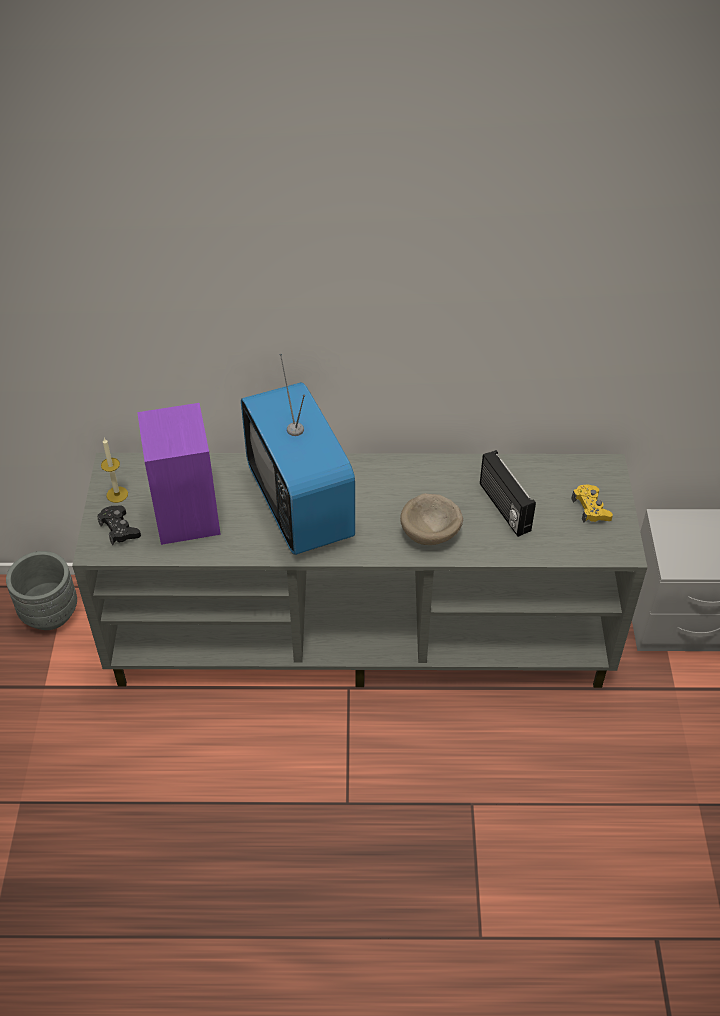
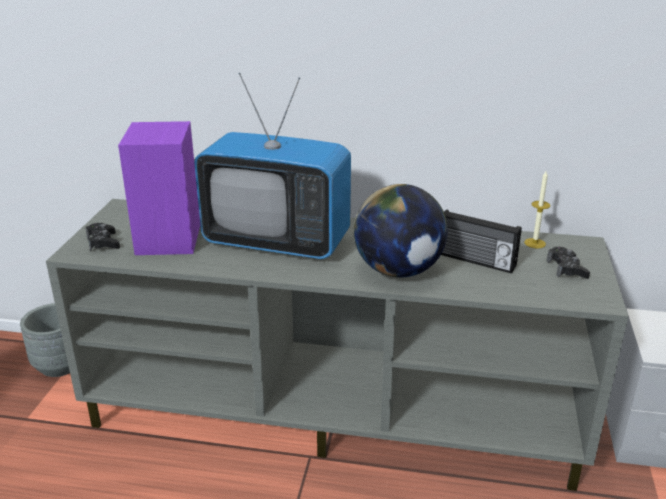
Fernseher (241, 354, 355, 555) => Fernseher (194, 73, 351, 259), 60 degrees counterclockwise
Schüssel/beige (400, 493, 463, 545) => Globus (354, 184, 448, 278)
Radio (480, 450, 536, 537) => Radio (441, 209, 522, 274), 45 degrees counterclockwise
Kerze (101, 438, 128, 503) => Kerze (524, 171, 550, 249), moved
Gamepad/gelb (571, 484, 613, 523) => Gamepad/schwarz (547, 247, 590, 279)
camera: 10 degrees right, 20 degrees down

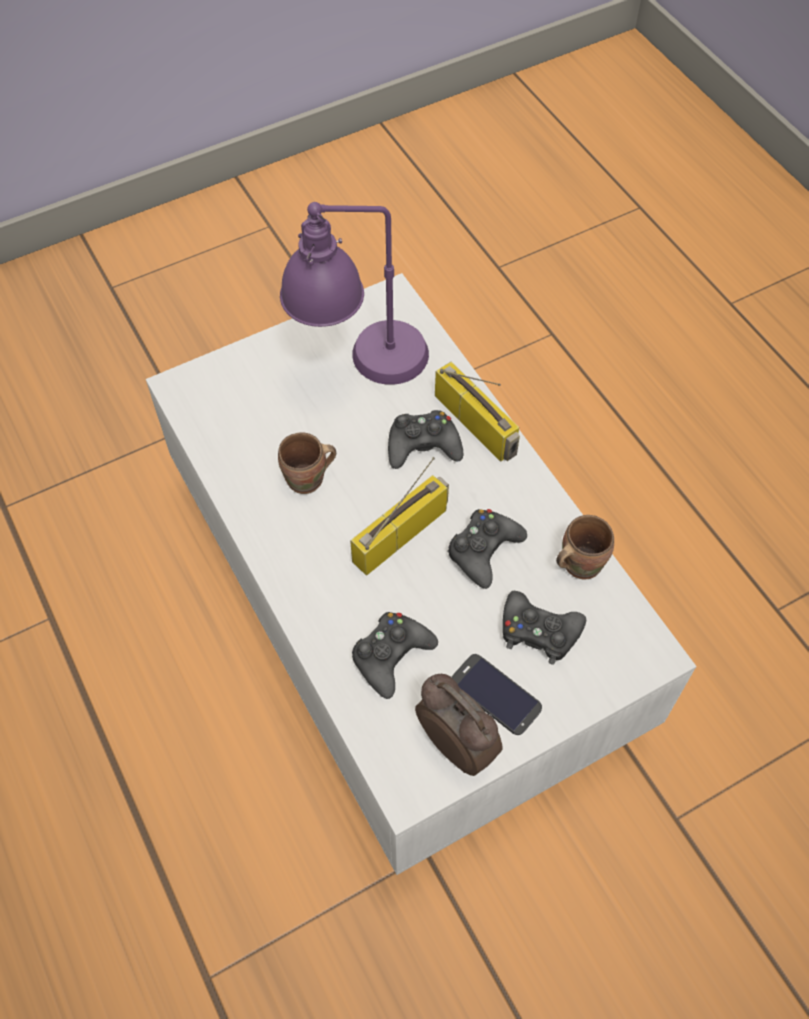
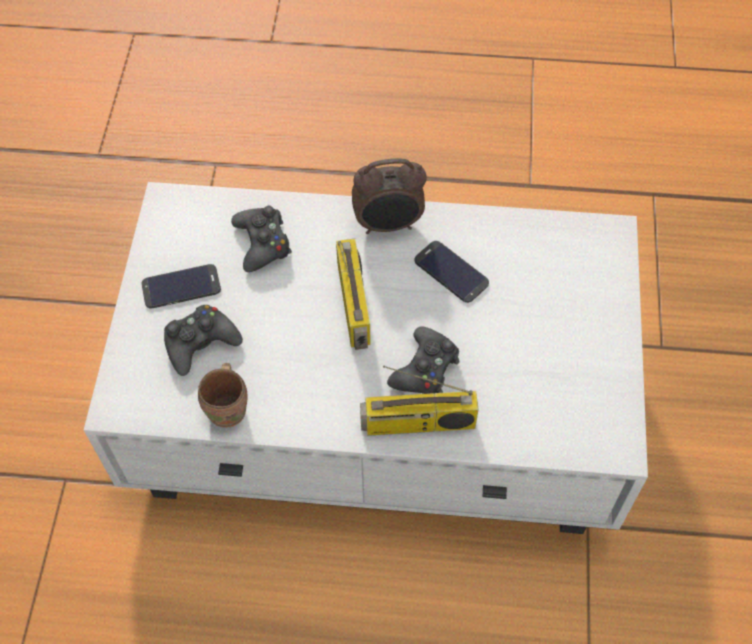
Wecker (415, 674, 503, 776) => Wecker (352, 158, 427, 234), moved
Henkelbecher/braun (278, 432, 336, 494) => Handy (415, 241, 489, 303)
Tischlampe/lila (280, 202, 429, 385) => nothing
Gamepad/schwarz (447, 509, 527, 589) => nothing
camera: 125 degrees right, 0 degrees up

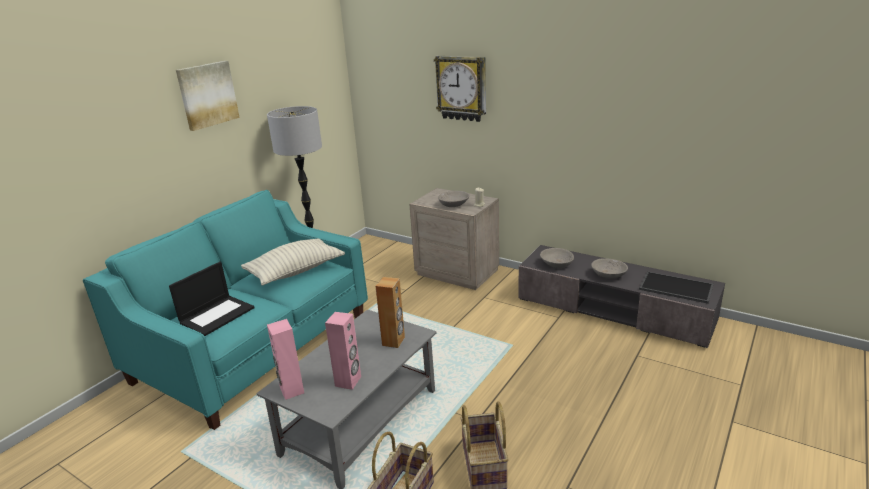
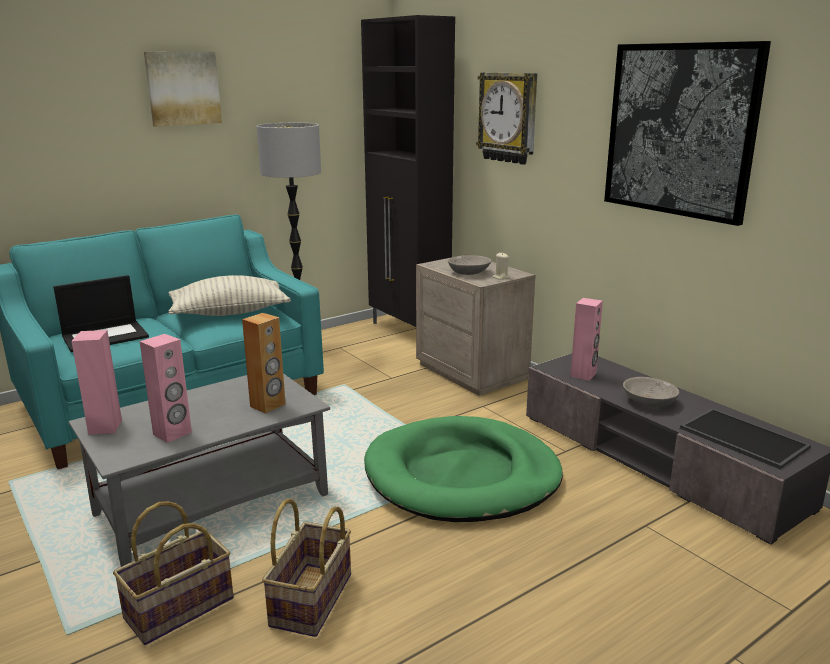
nothing => Schrank/schwarz (361, 15, 455, 327)
nothing => Hundebett/grün (364, 416, 563, 522)
Schüssel/grau (540, 248, 574, 268) => Lautsprecher/rosa (570, 298, 603, 381)
nothing => Bild (604, 41, 771, 226)
camera: 20 degrees right, 5 degrees down

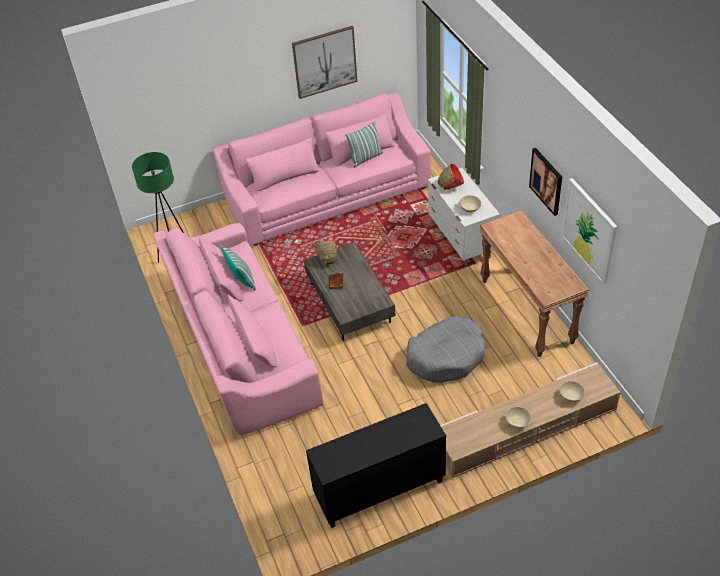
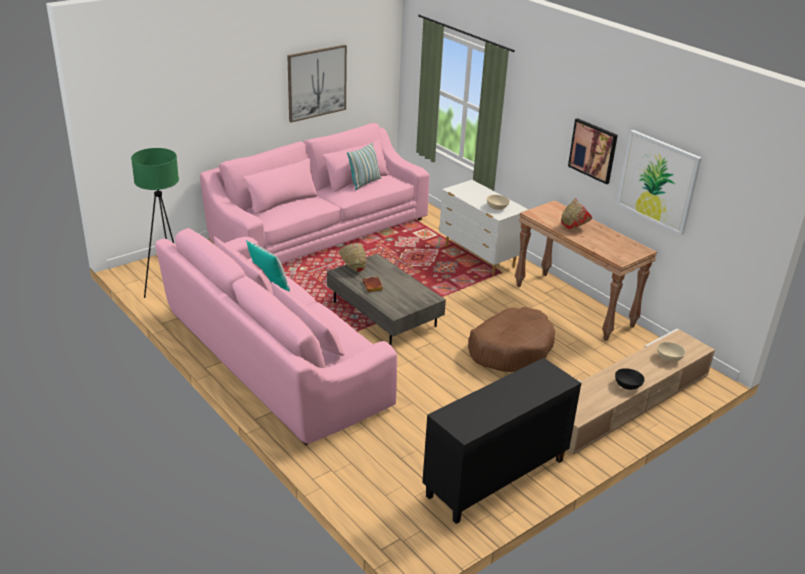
Hundebett/grau (406, 316, 485, 383) => Hundebett/braun (468, 307, 555, 372)
Schüssel/rot (438, 164, 464, 190) => Schüssel/rot (561, 198, 592, 229), moved
Schüssel/beige (505, 407, 531, 429) => Schüssel/schwarz (615, 368, 645, 390)
camera: 20 degrees left, 15 degrees down

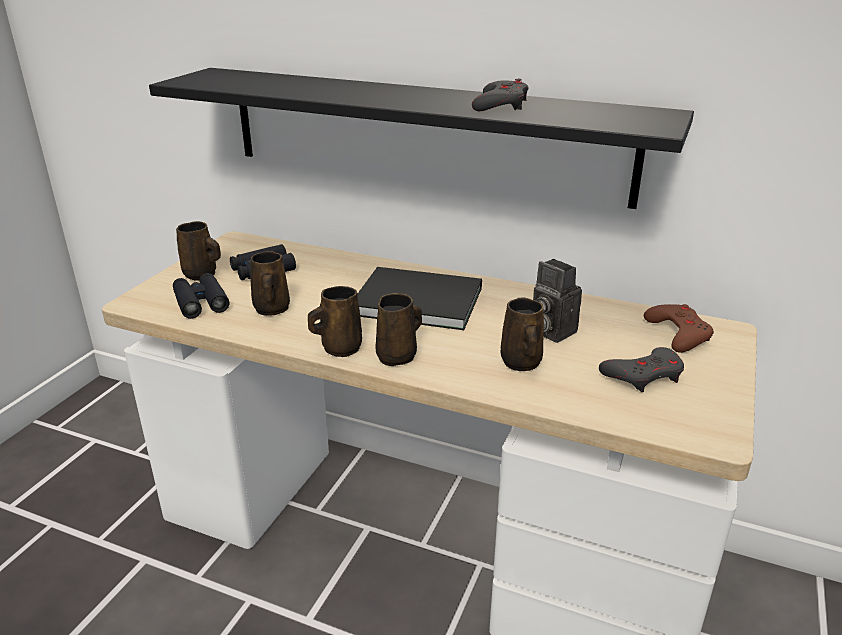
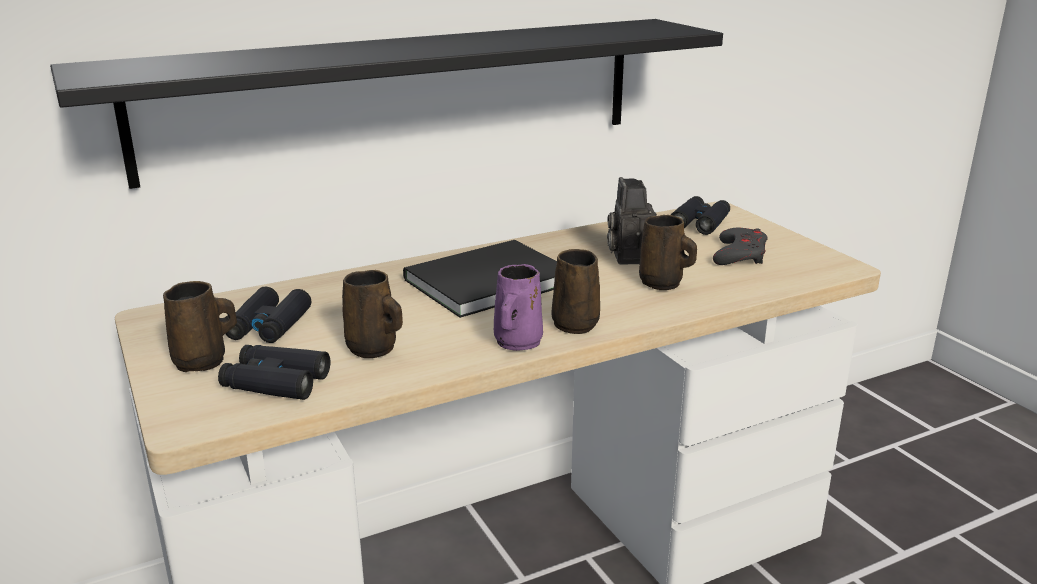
Henkelbecher/braun (308, 286, 362, 357) => Henkelbecher/lila (494, 264, 543, 351)
Kamera (533, 259, 582, 343) => Kamera (607, 177, 657, 264), 90 degrees clockwise
Gamepad/braun (644, 304, 714, 353) => Fernglas/schwarz (671, 196, 730, 235)
Gamepad/grau (472, 79, 528, 111) => nothing
camera: 50 degrees left, 5 degrees down

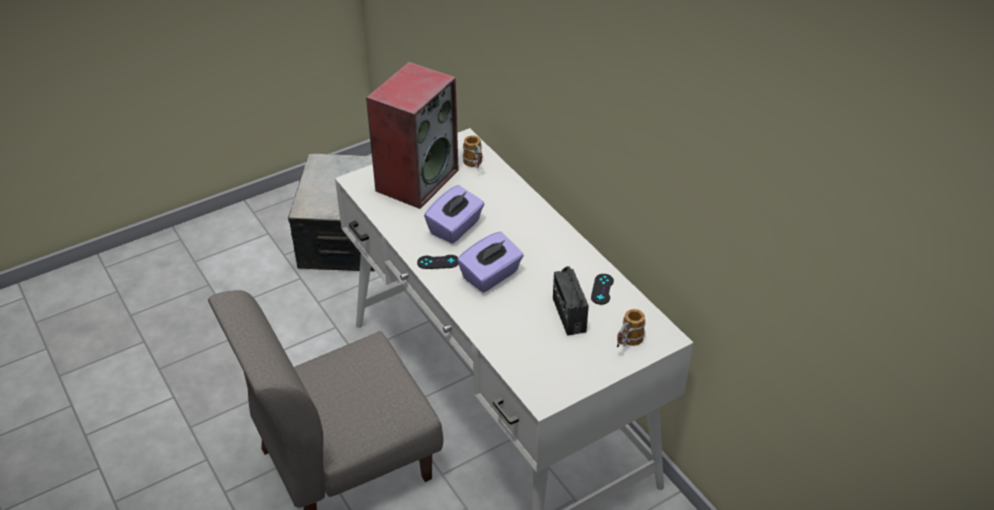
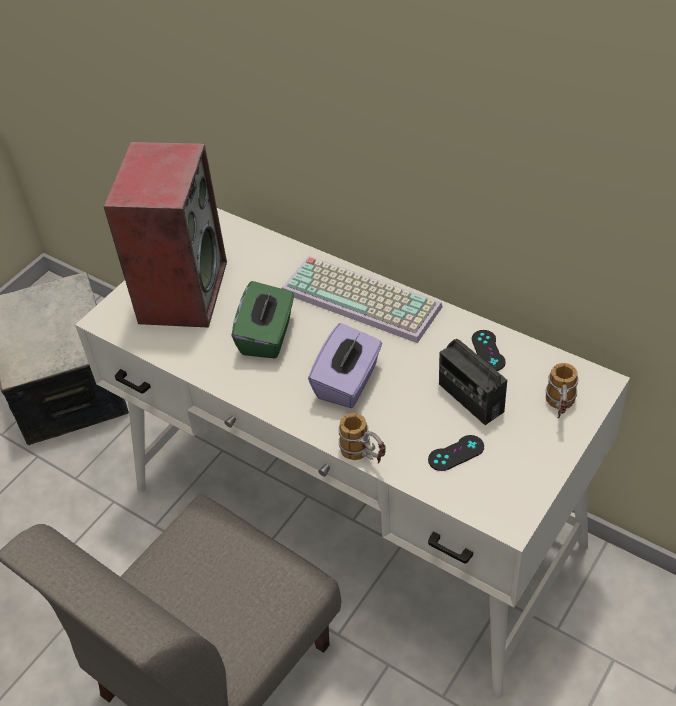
Taschentuchbox/lila (424, 185, 484, 244) => Taschentuchbox/grün (231, 281, 294, 358)
nothing => Tastatur (282, 256, 442, 343)
Henkelbecher (463, 135, 483, 168) => Henkelbecher (338, 413, 386, 464), moved
Gamepad/schwarz (417, 255, 459, 269) => Gamepad/schwarz (428, 435, 484, 471), moved
camera: 20 degrees left, 5 degrees up

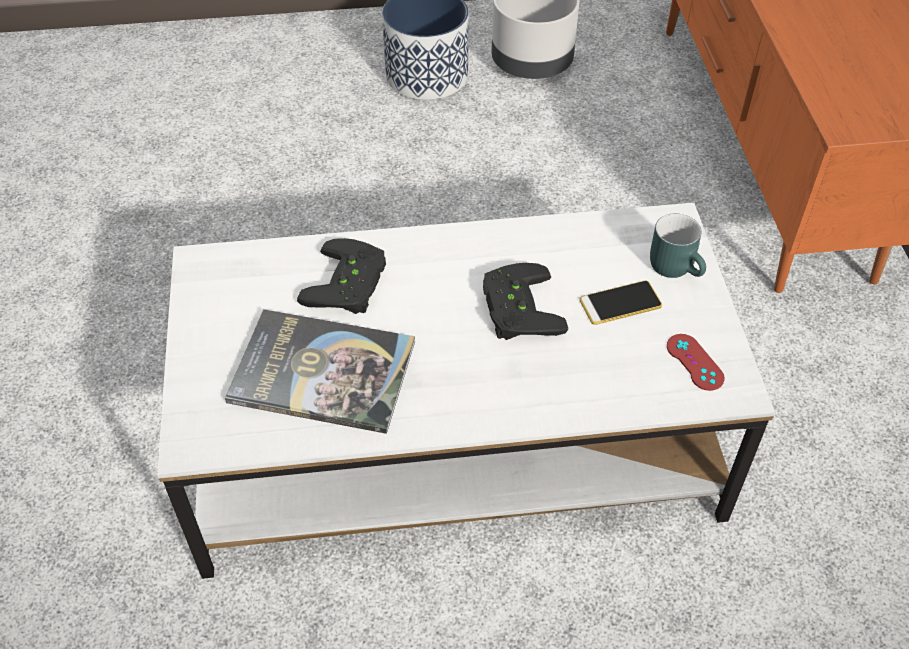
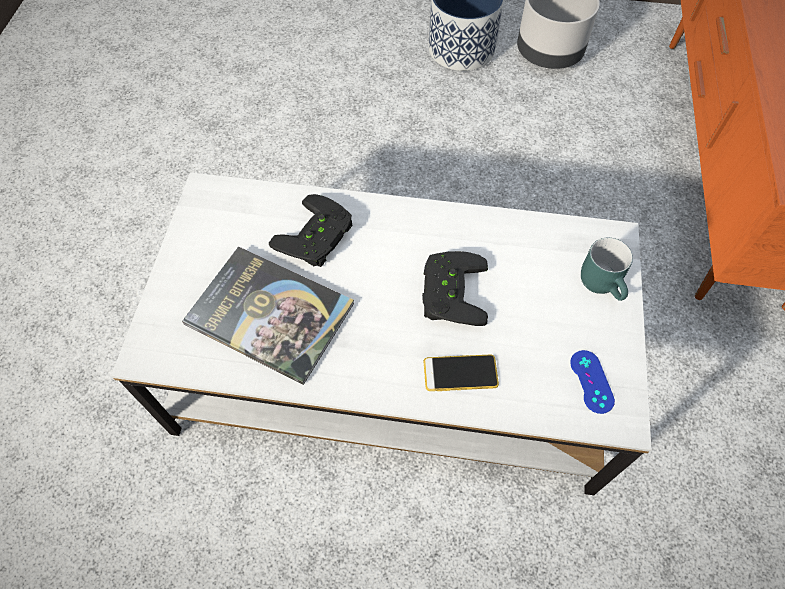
Handy (579, 281, 662, 325) => Handy (424, 354, 499, 391), moved
Gamepad/rot (667, 334, 725, 391) => Gamepad/blau (570, 350, 615, 414)
camera: 15 degrees right, 10 degrees up

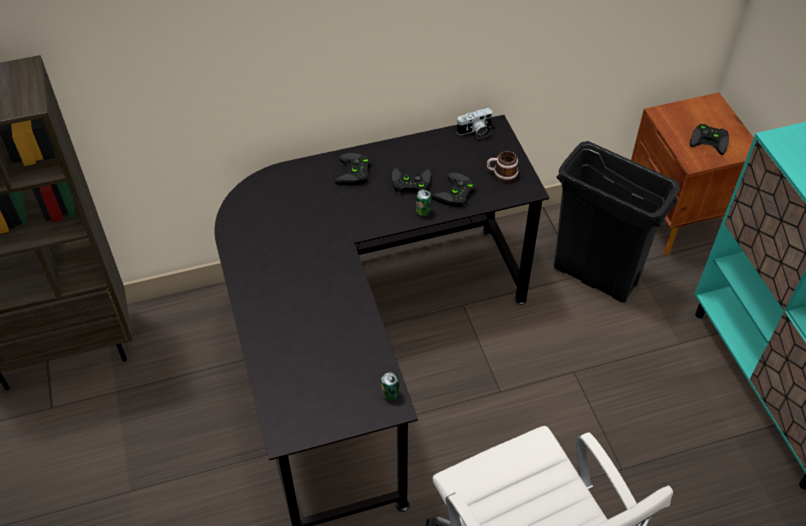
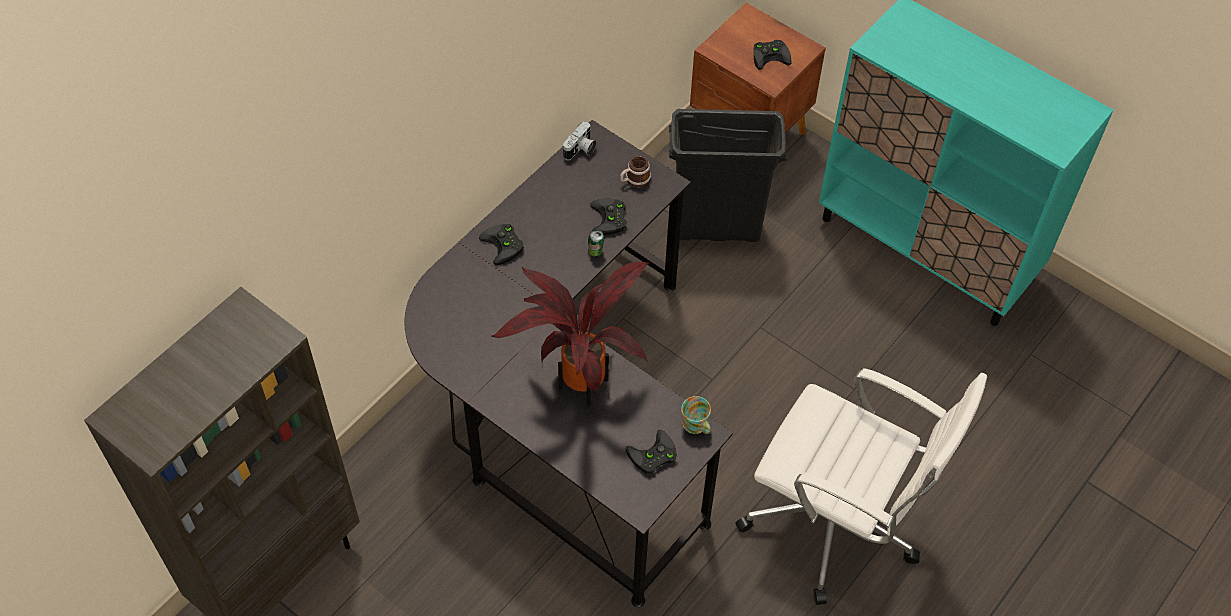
nothing => Topfpflanze (492, 262, 649, 406)
Gamepad/schwarz (392, 167, 431, 194) => Gamepad/schwarz (626, 430, 677, 475), moved
Dose (381, 372, 400, 401) => Henkelbecher (681, 396, 711, 434)
camera: 35 degrees left, 5 degrees up

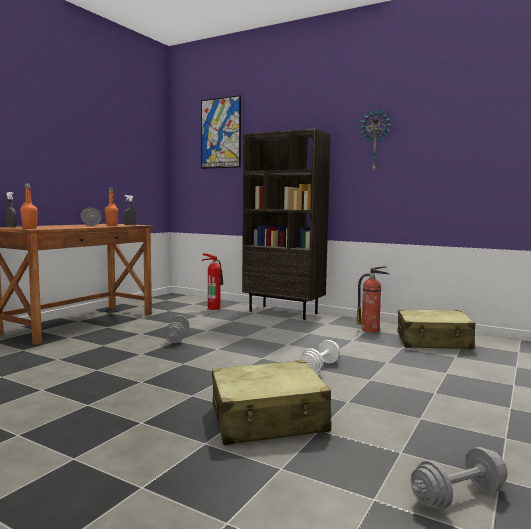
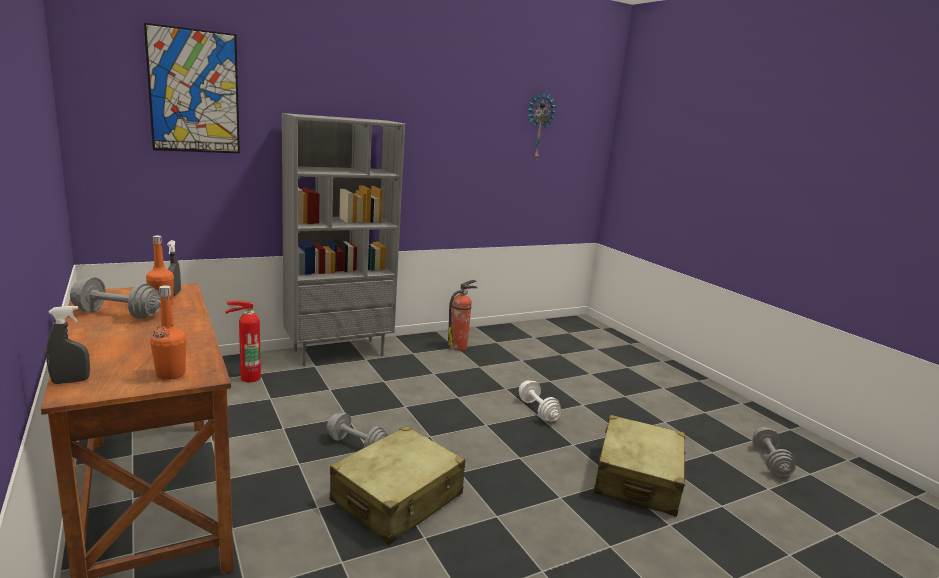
Bücherregal/braun (242, 129, 331, 320) => Bücherregal/grau (282, 113, 405, 366)
Koffer/beige (397, 309, 476, 349) => Koffer/beige (330, 426, 465, 545), moved
Wanduhr (359, 108, 392, 171) => Wanduhr (527, 93, 557, 159), moved
camera: 60 degrees left, 10 degrees up

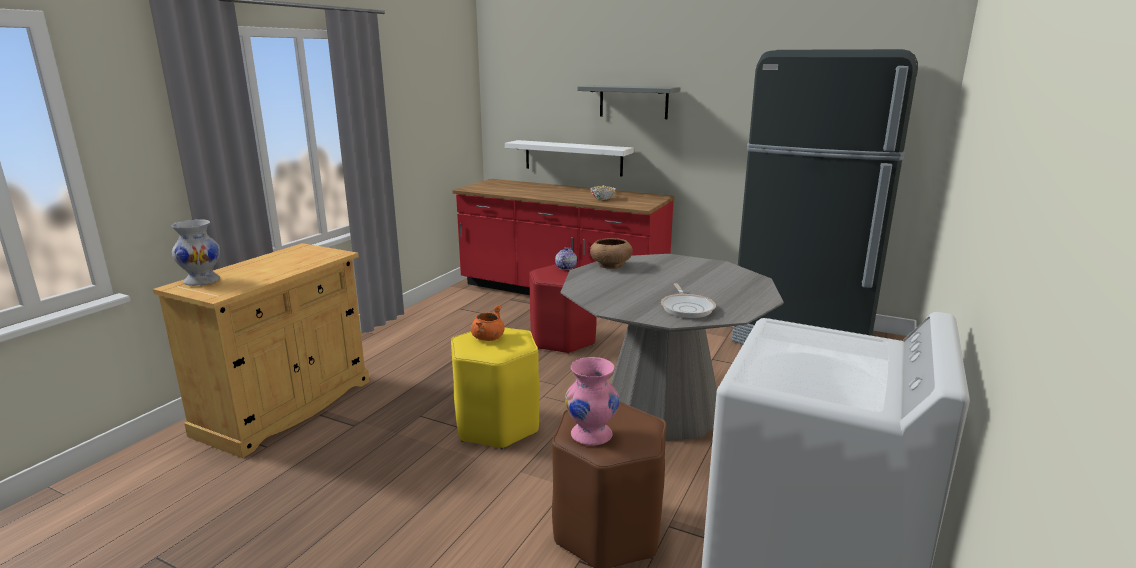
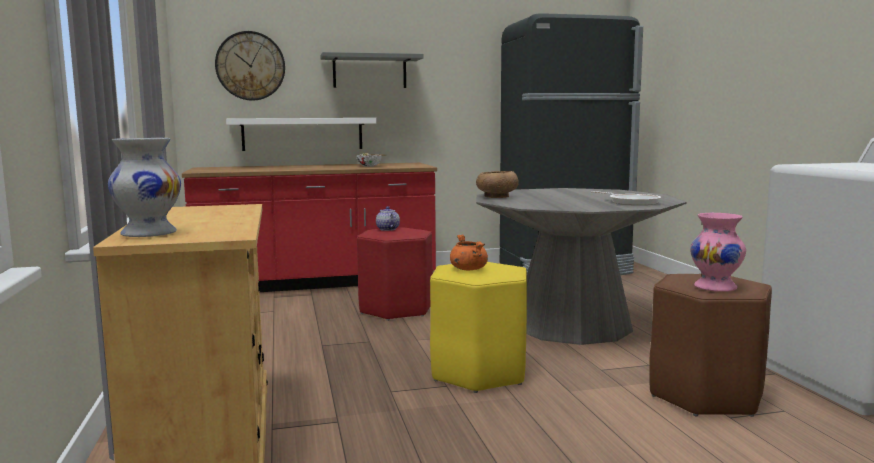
nothing => Wanduhr (215, 31, 285, 101)
camera: 40 degrees left, 10 degrees down

